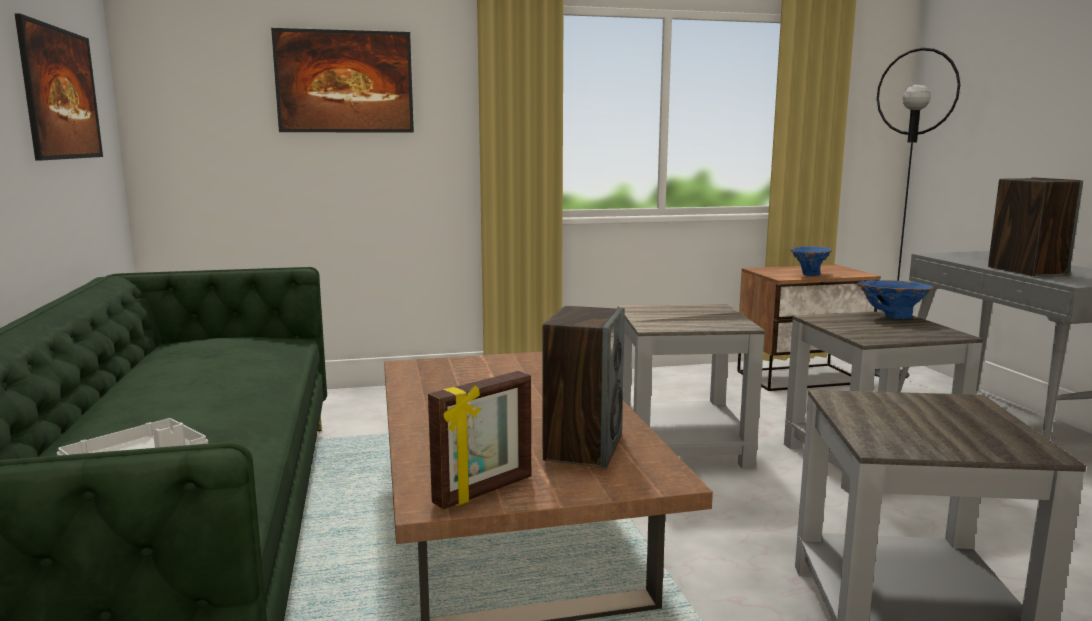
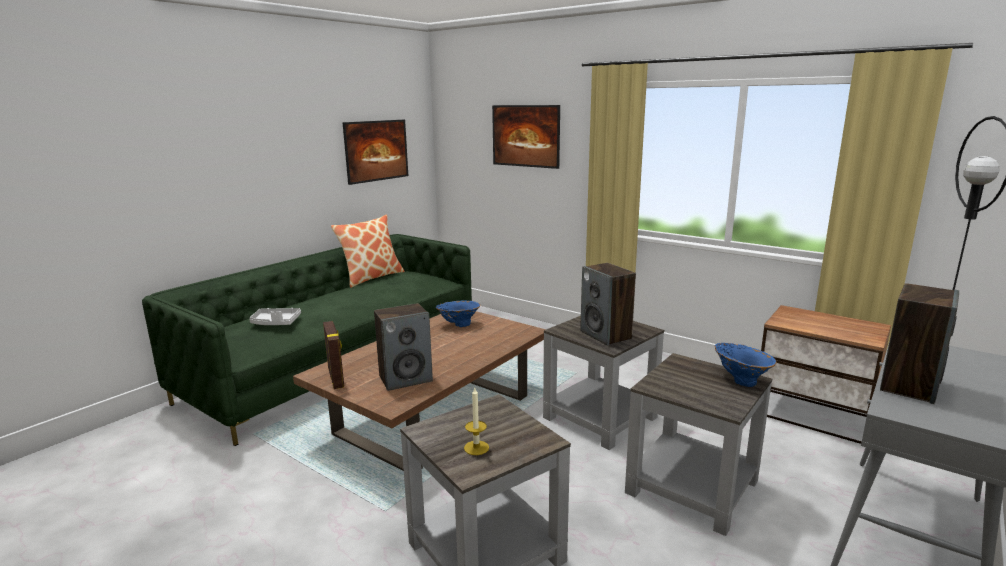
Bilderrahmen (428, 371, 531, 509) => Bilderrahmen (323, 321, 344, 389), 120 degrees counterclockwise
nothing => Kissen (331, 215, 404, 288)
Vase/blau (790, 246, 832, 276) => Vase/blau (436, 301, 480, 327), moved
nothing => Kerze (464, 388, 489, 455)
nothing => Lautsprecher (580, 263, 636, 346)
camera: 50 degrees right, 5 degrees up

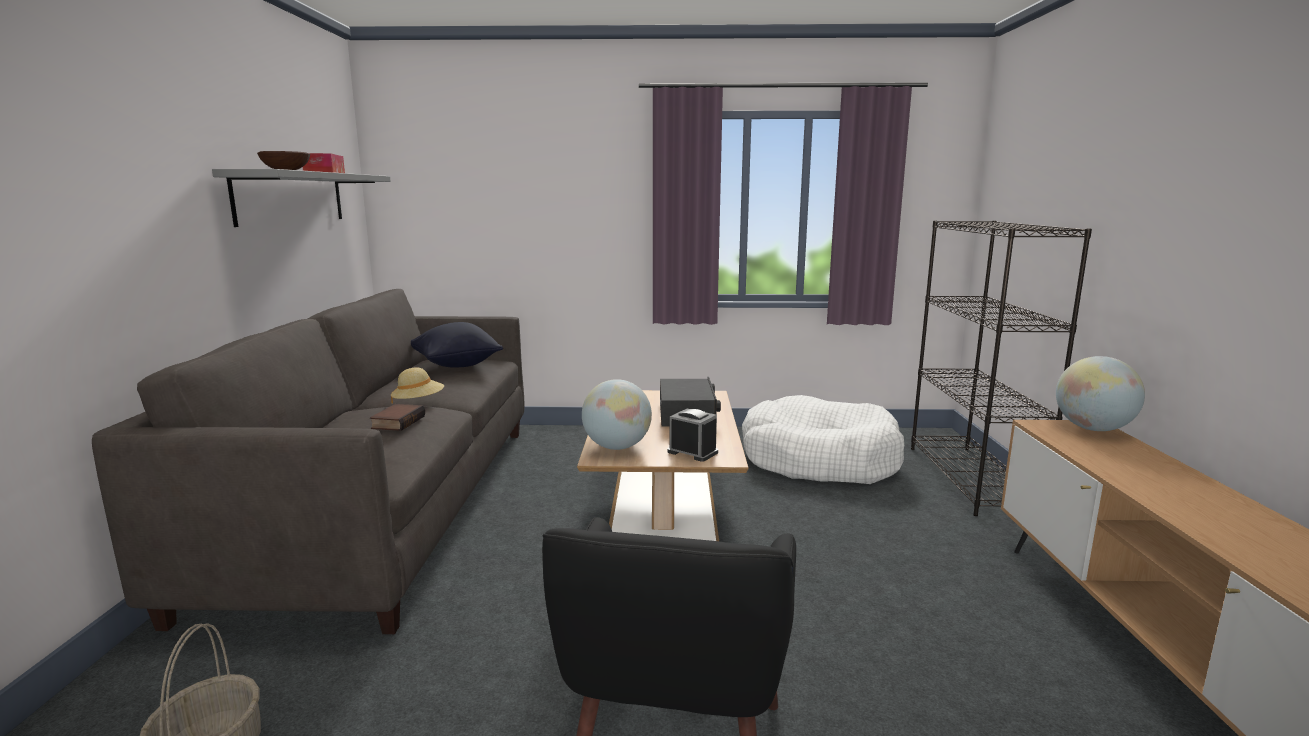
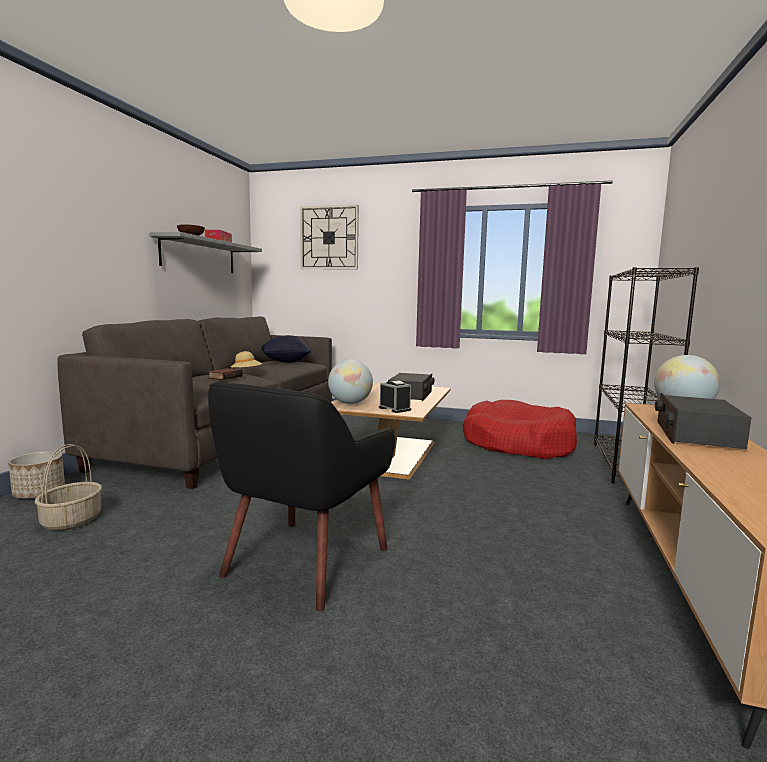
nothing => Pflanzkübel (8, 451, 65, 499)
nothing => Wanduhr (300, 204, 359, 269)
Hundebett/weiß (742, 395, 904, 484) => Hundebett/rot (463, 400, 577, 459)
nothing => Radio (655, 393, 752, 449)
camera: 15 degrees right, 5 degrees down

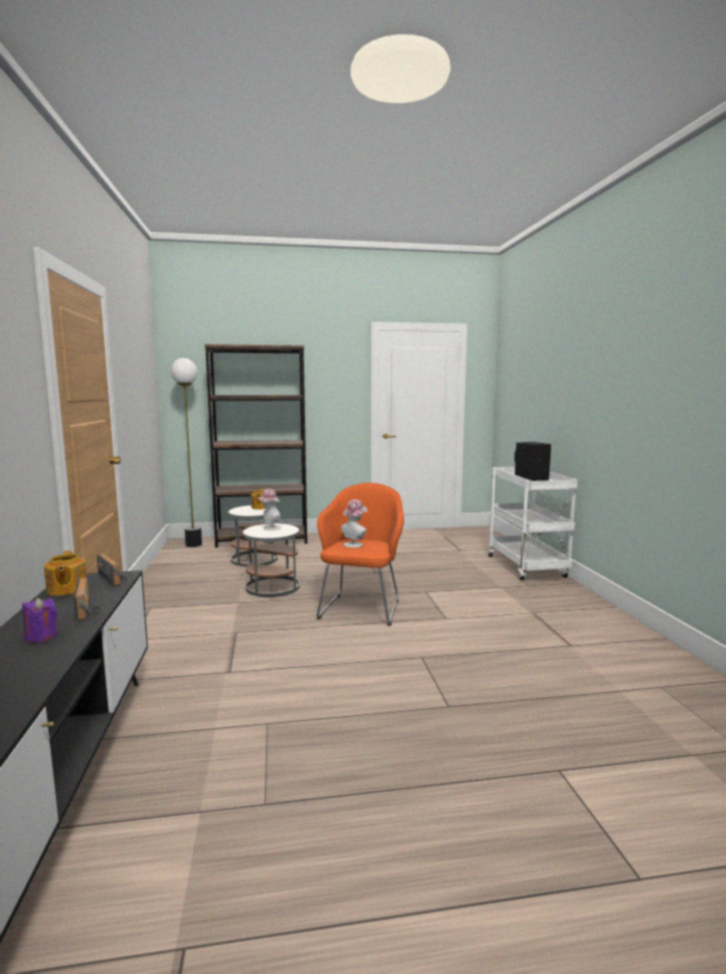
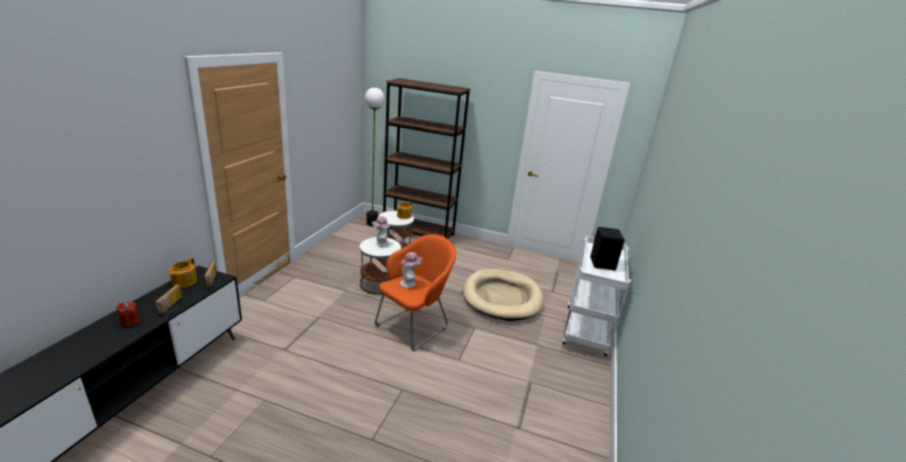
Kerze/lila (22, 598, 58, 642) => Kerze/rot (117, 301, 140, 326)
nothing => Hundebett/beige (463, 269, 544, 321)
camera: 25 degrees right, 15 degrees up

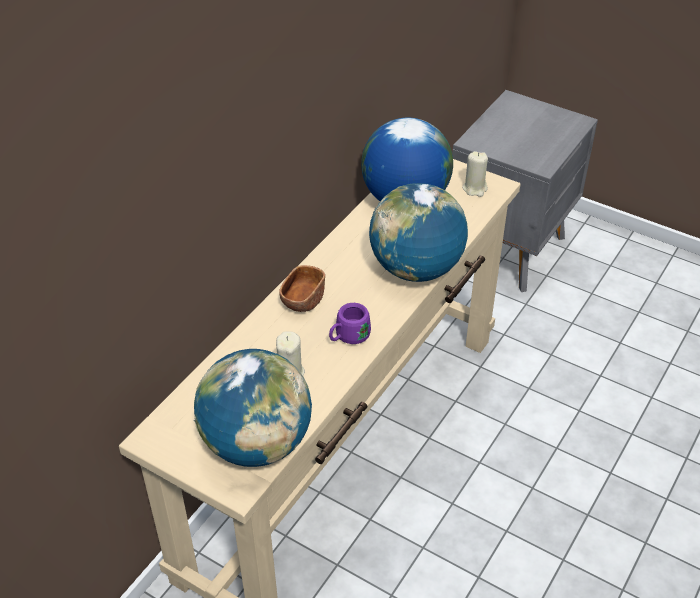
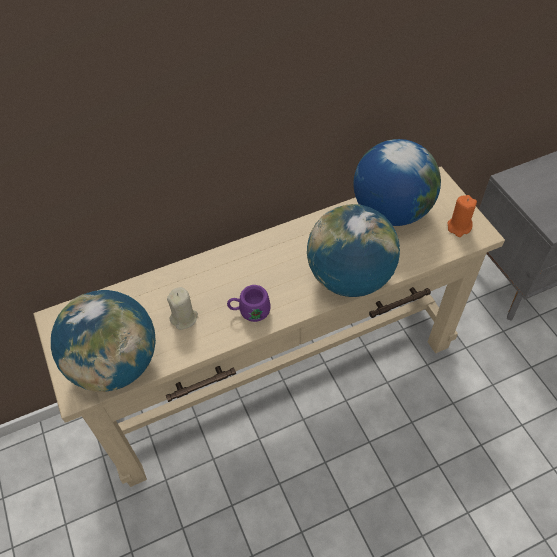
Kerze/beige (462, 151, 488, 197) => Kerze/orange (448, 195, 477, 237)
Schüssel/braun (279, 265, 325, 312) => nothing
camera: 35 degrees right, 10 degrees up

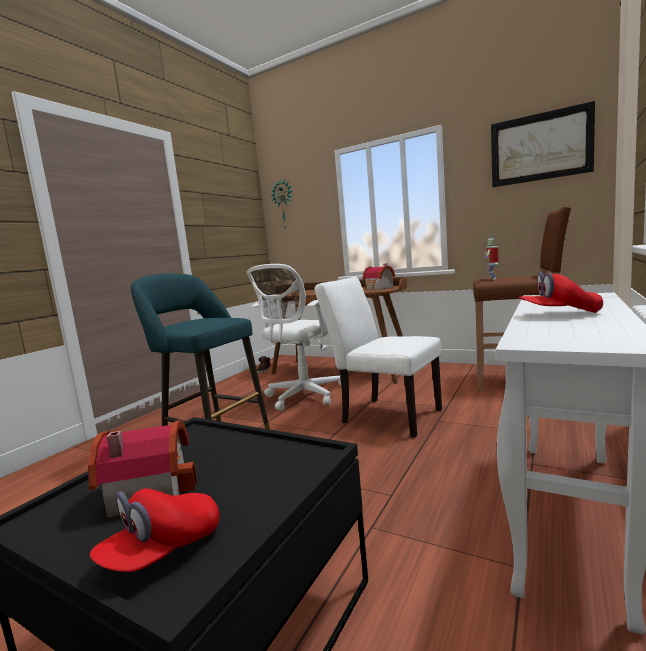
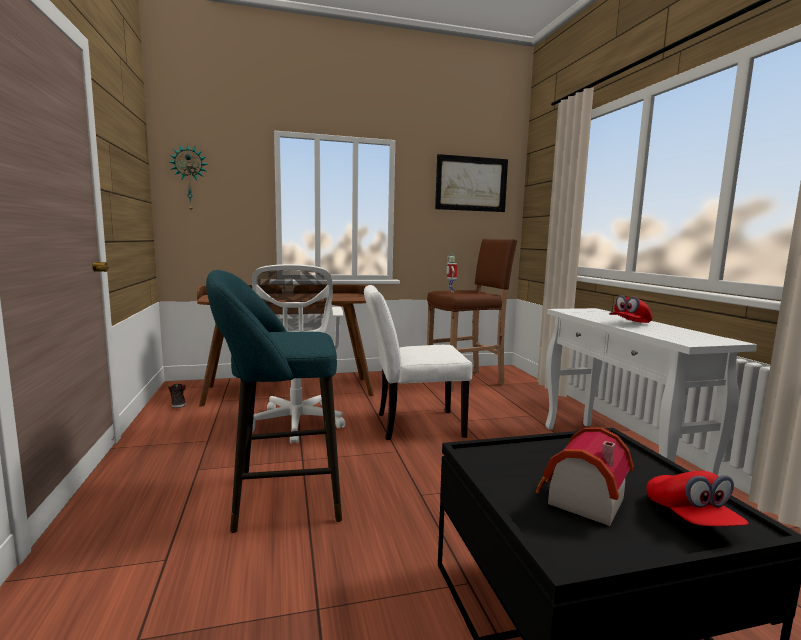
Spielzeughaus (362, 263, 395, 290) => nothing
camera: 45 degrees left, 0 degrees up

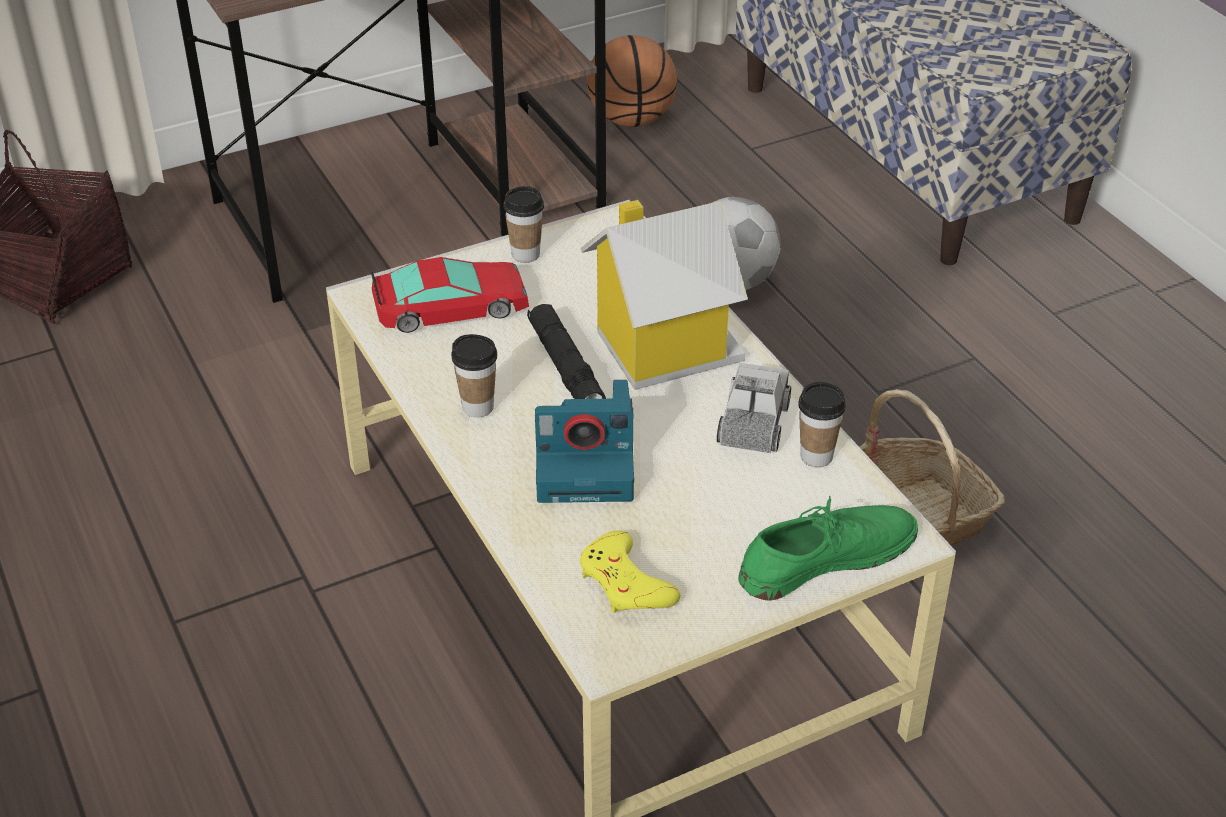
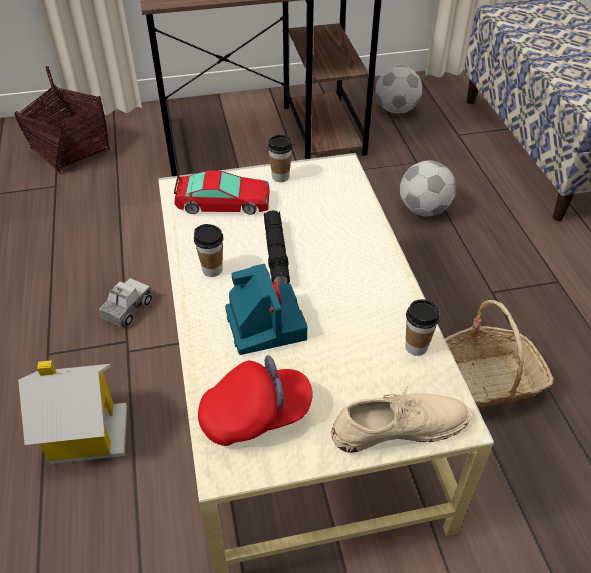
Spielzeughaus (580, 200, 748, 390) => Spielzeughaus (18, 360, 127, 464), moved
Spielzeuglaster (717, 363, 791, 453) => Spielzeuglaster (99, 278, 152, 327), moved
Gamepad/gelb (580, 530, 680, 613) => Kappe/rot (198, 355, 312, 446)
Kamera (535, 380, 634, 503) => Kamera (225, 264, 308, 355), 120 degrees counterclockwise
Schuh/grün (738, 496, 918, 601) => Schuh/beige (331, 386, 471, 453)
Basketball (587, 35, 677, 127) => Fußball (376, 66, 422, 114)
camera: 15 degrees right, 5 degrees up

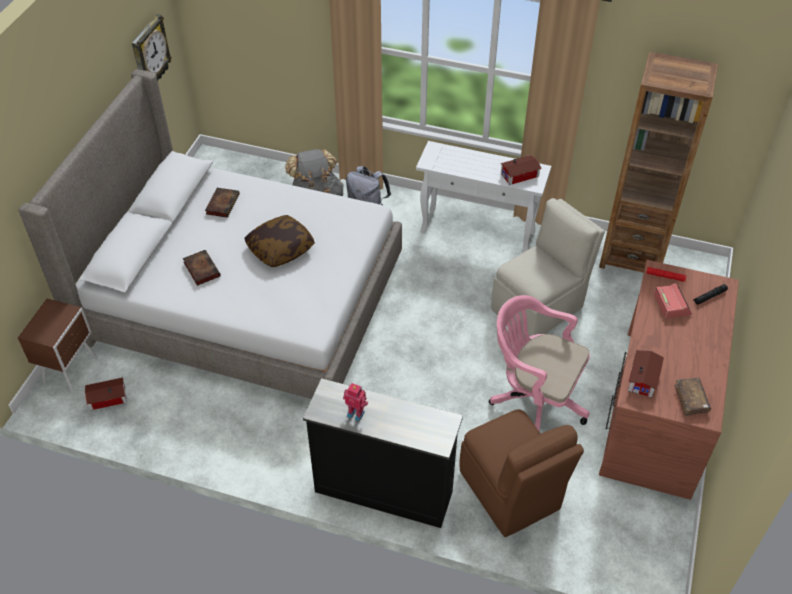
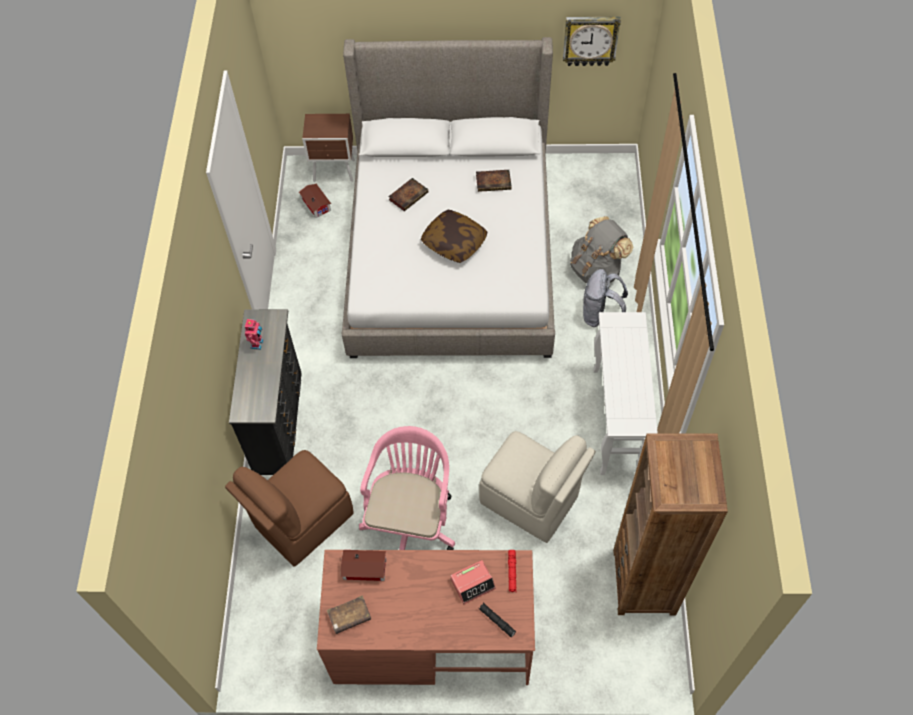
Spielzeughaus (500, 155, 542, 185) => nothing
camera: 75 degrees right, 10 degrees up

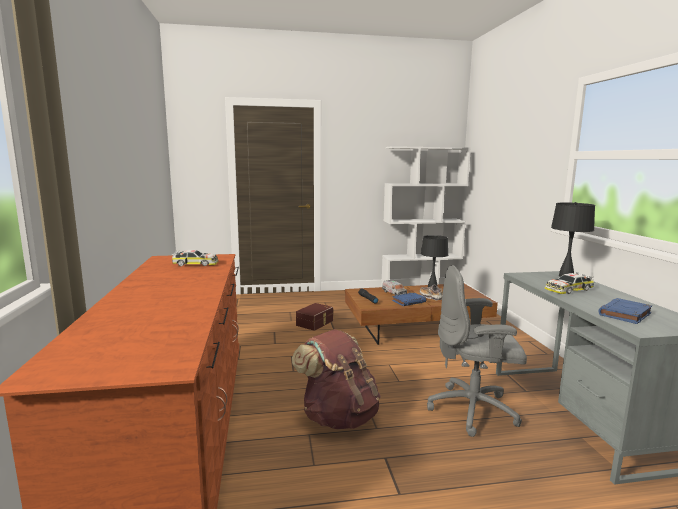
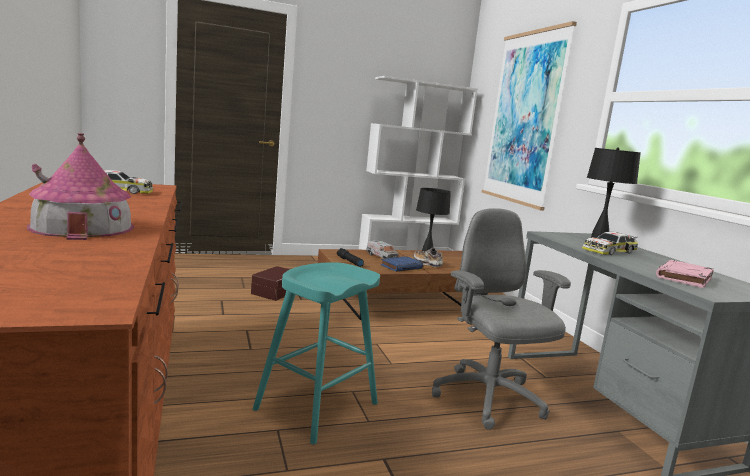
nothing => Spielzeughaus (27, 133, 134, 240)
Rucksack/braun (292, 329, 381, 430) => Hocker/türkis (253, 262, 380, 444)
Bürostuhl/grau (427, 265, 527, 437) => Bürostuhl/grau (432, 208, 571, 430), 75 degrees clockwise
nothing => Bild (482, 21, 577, 211)
Buch/blau (598, 298, 652, 324) => Buch/rosa (656, 260, 714, 288)
camera: 10 degrees left, 0 degrees up

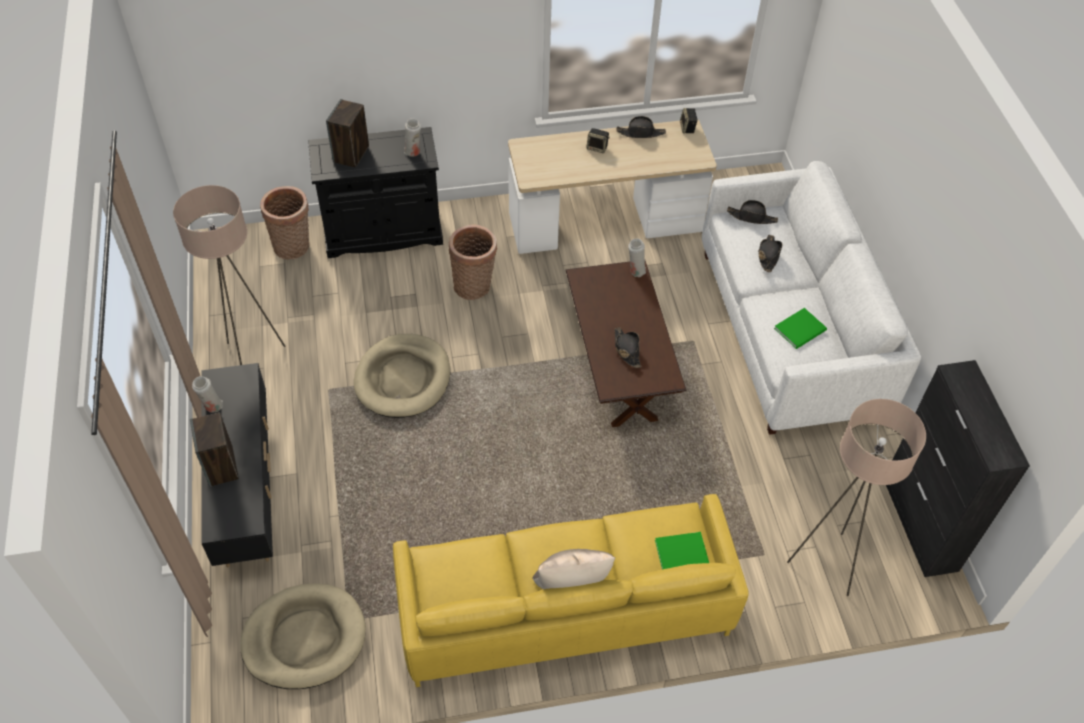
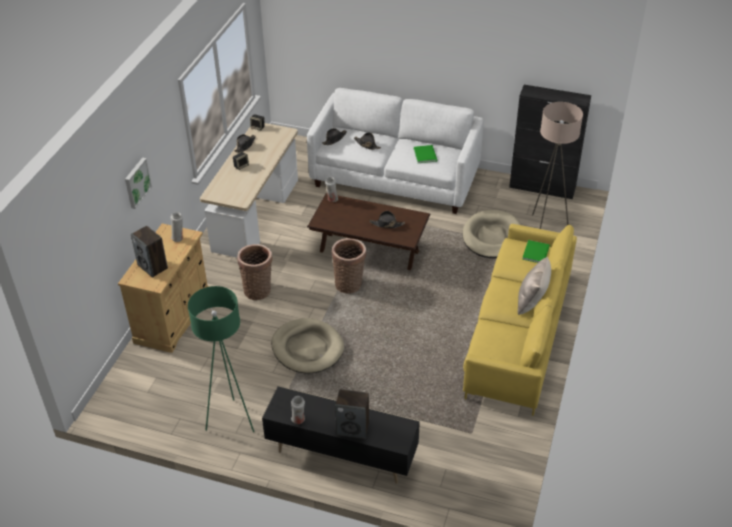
Schrank/schwarz (308, 127, 443, 258) => Schrank/beige (118, 223, 209, 353)
nothing => Bild (125, 157, 152, 209)
Stehlampe/beige (173, 185, 286, 365) => Stehlampe/grün (188, 286, 254, 432)
Korb (260, 186, 309, 260) => Korb (332, 238, 366, 294), moved
Hundebett/beige (240, 584, 366, 689) => Hundebett/beige (462, 210, 521, 258), moved
camera: 60 degrees left, 10 degrees down

